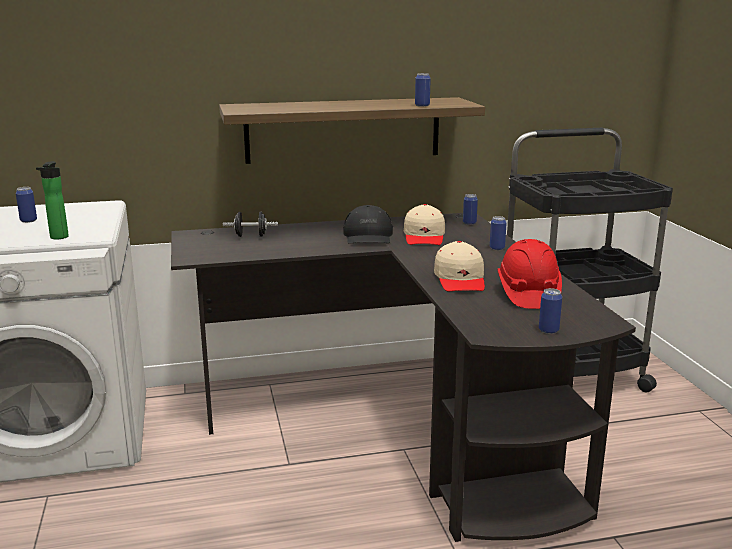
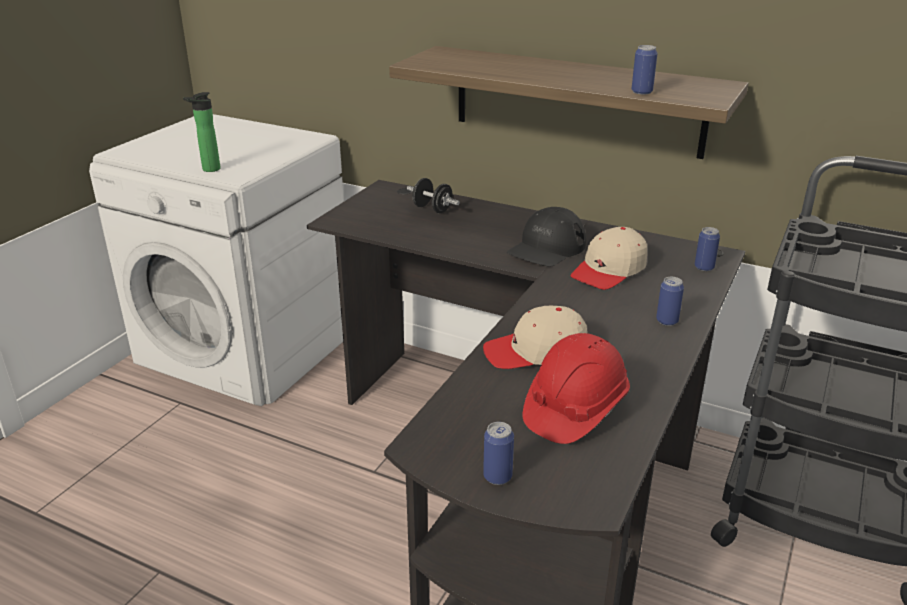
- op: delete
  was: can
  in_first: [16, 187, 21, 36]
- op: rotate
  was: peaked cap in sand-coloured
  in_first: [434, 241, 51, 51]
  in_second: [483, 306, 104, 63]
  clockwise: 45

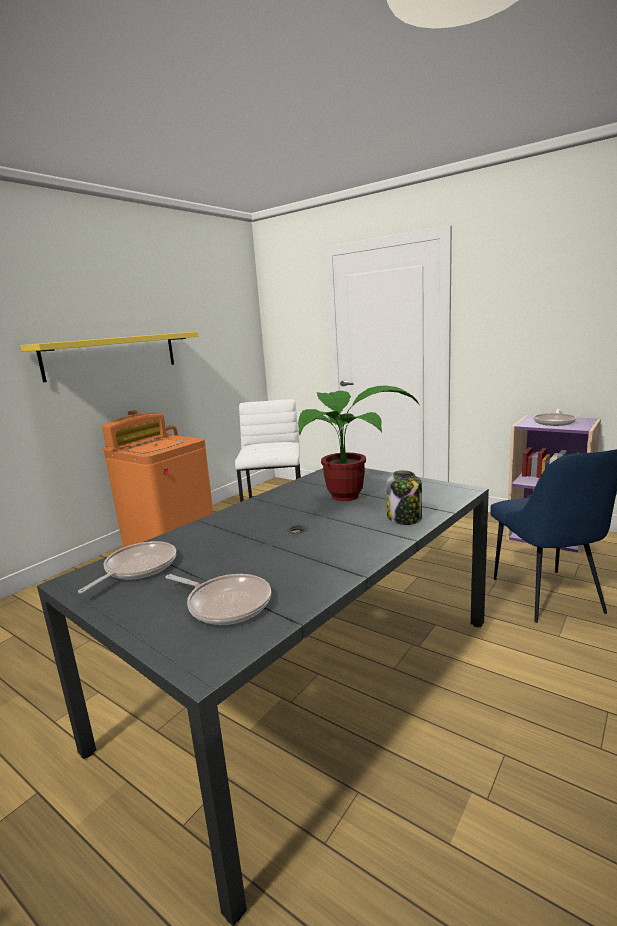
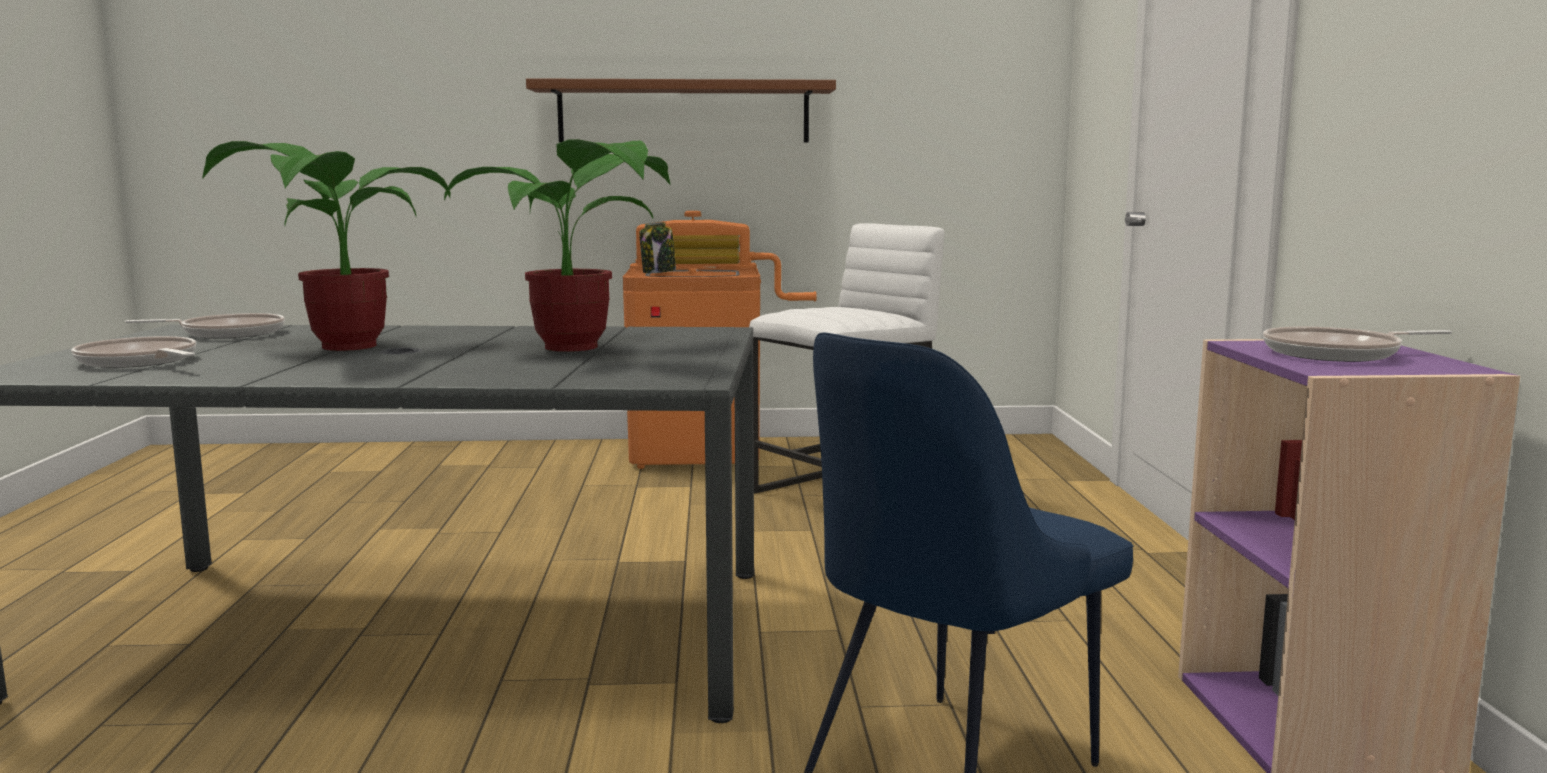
- op: insert
  now: potted plant
  in_second: [202, 141, 248, 210]
- op: move
  was: preserve jar
  in_first: [386, 470, 36, 55]
  in_second: [639, 222, 37, 51]
- op: recolor
  was: wall shelf in yellow
  now: wall shelf in brown-coloured
  in_first: [20, 332, 178, 50]
  in_second: [526, 78, 310, 65]
- op: rotate
  was: pan
  in_first: [165, 574, 106, 51]
  in_second: [71, 336, 125, 32]
  clockwise: 135

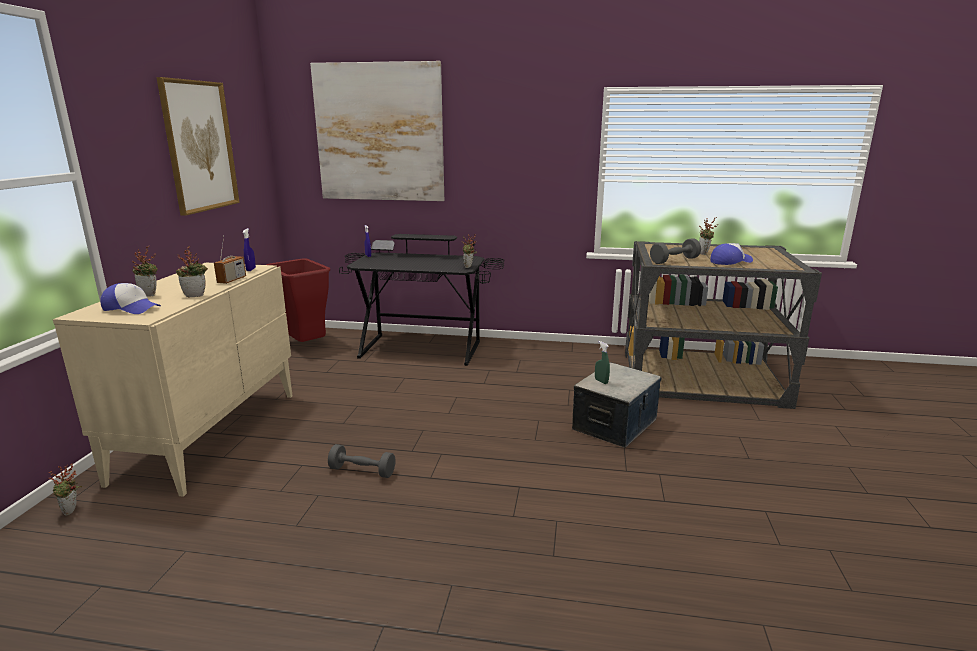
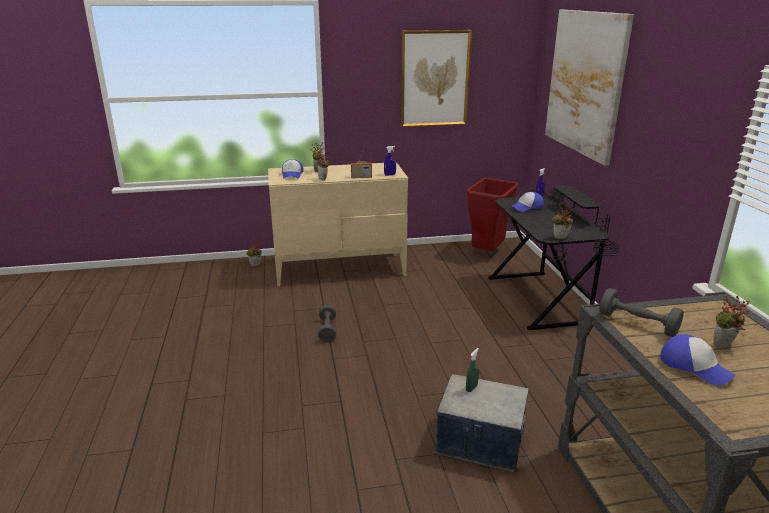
- op: insert
  now: peaked cap
  in_second: [510, 192, 34, 20]

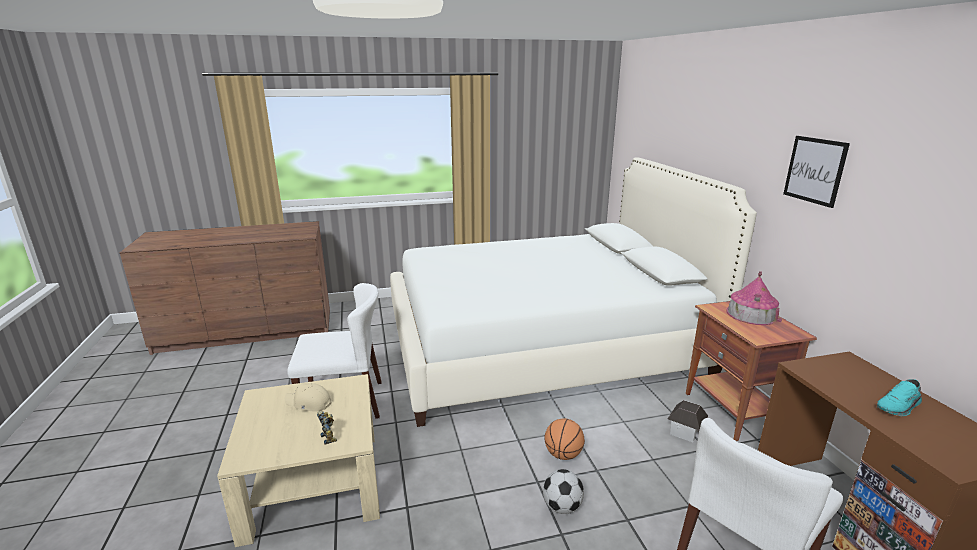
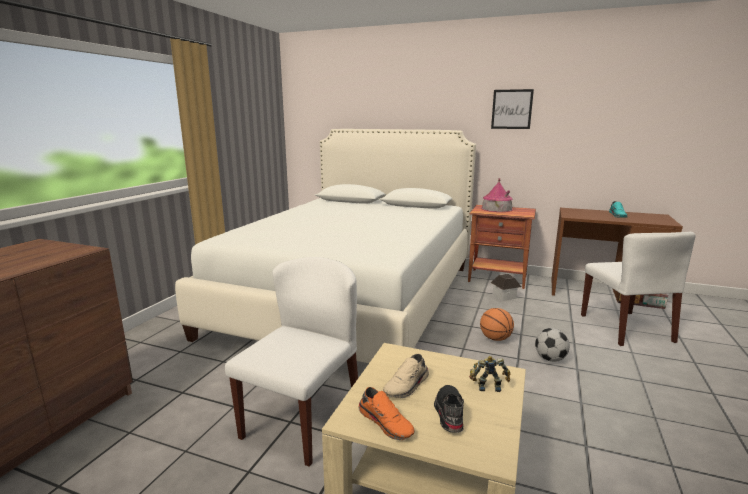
- op: insert
  now: shoe in orangey
  in_second: [359, 387, 56, 53]
- op: insert
  now: shoe in black
  in_second: [434, 385, 30, 48]
- op: replace
  was: peaked cap in sand-coloured
  now: shoe in sand-coloured
  in_first: [285, 383, 47, 29]
  in_second: [383, 354, 46, 44]

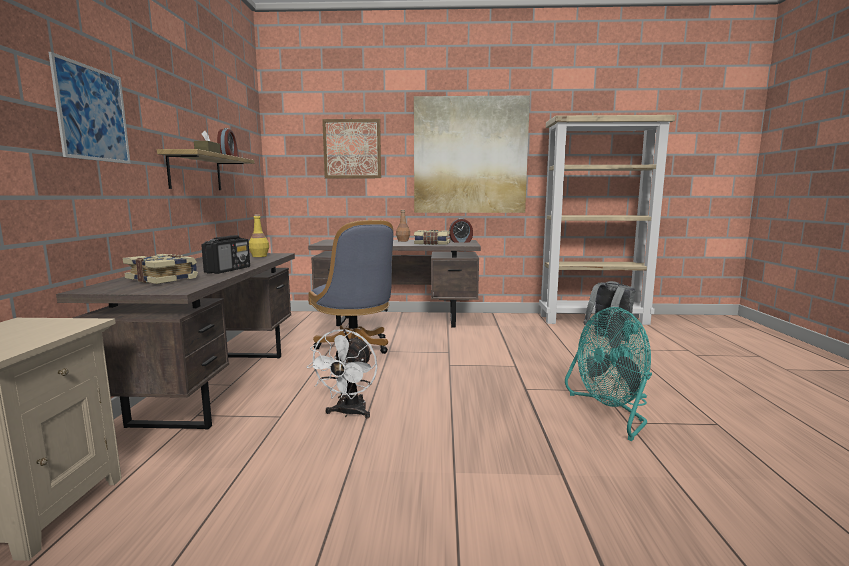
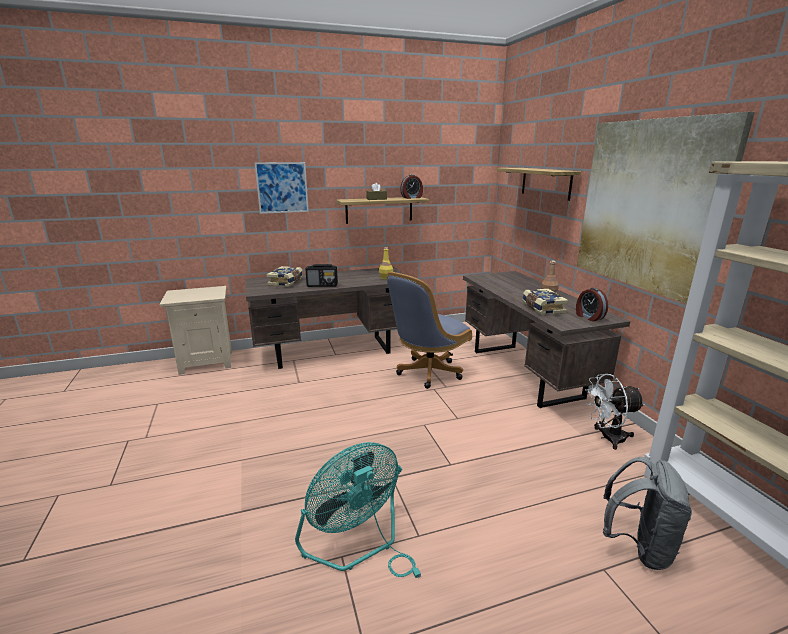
- op: move
  was: fan in whitish
  in_first: [307, 329, 71, 90]
  in_second: [585, 374, 60, 76]
- op: replace
  was: wall art
  now: wall shelf
  in_first: [322, 118, 59, 60]
  in_second: [497, 168, 84, 33]

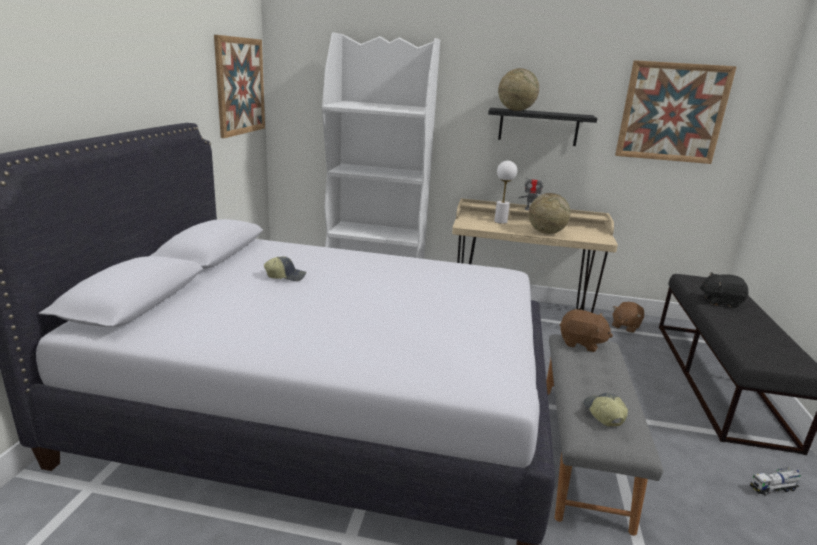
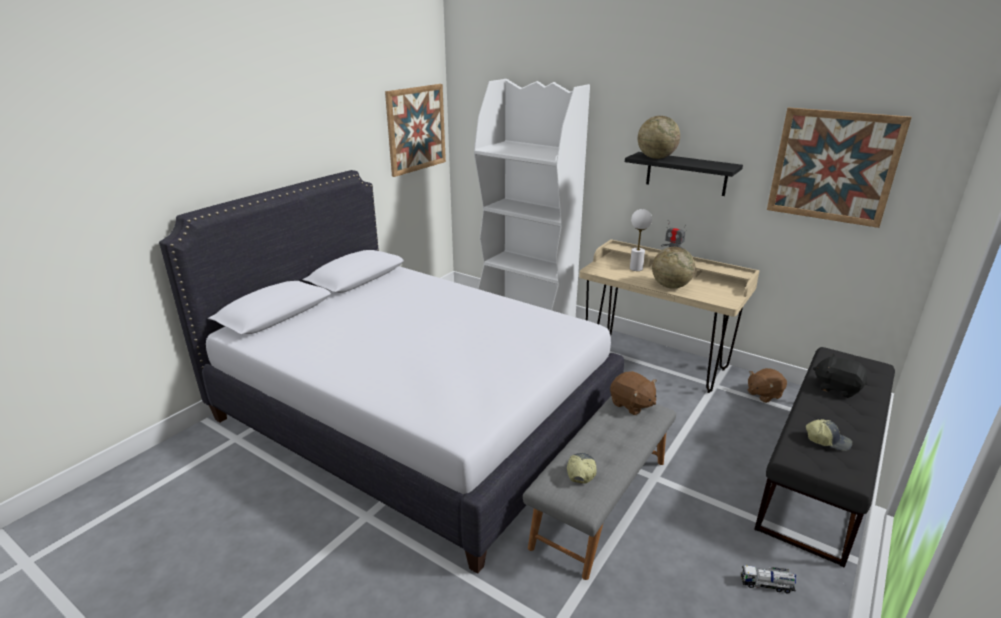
- op: move
  was: peaked cap
  in_first: [264, 256, 42, 25]
  in_second: [806, 419, 46, 32]

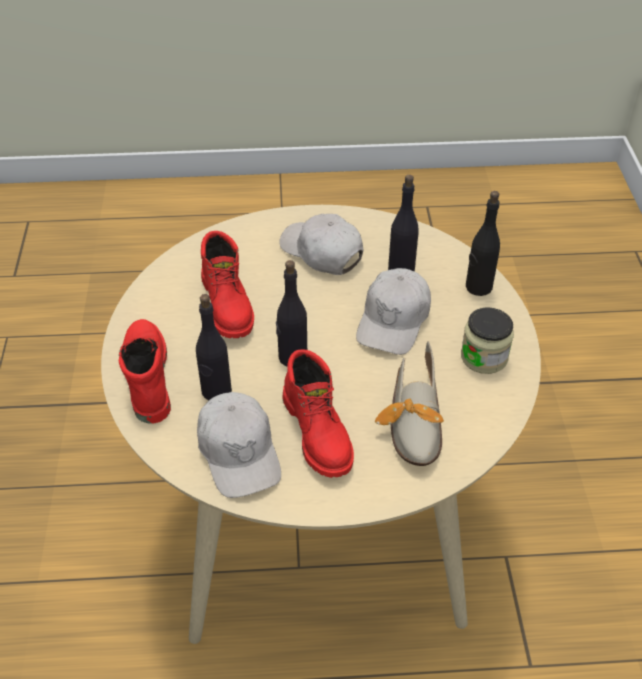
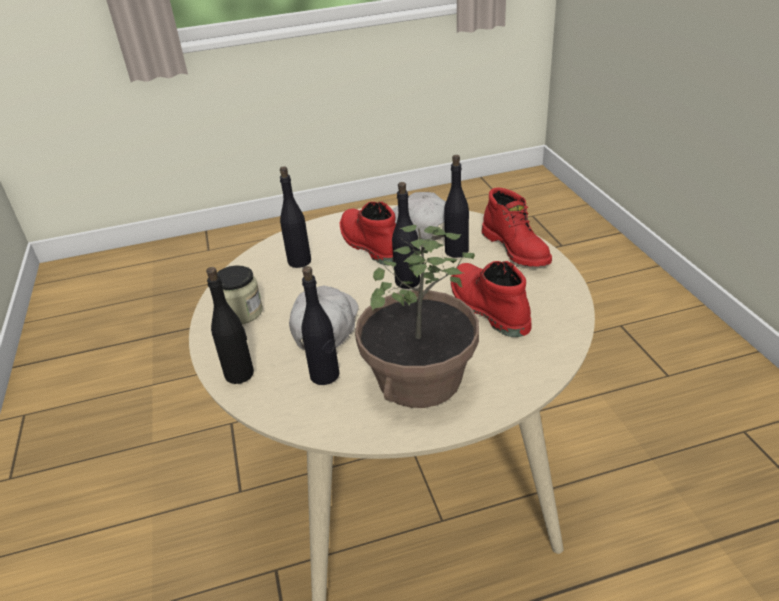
- op: replace
  was: peaked cap in whitish
  now: potted plant
  in_first: [279, 214, 85, 61]
  in_second: [355, 225, 124, 183]
- op: replace
  was: shoe
  now: drink bottle in black
  in_first: [375, 341, 69, 125]
  in_second: [280, 166, 31, 102]

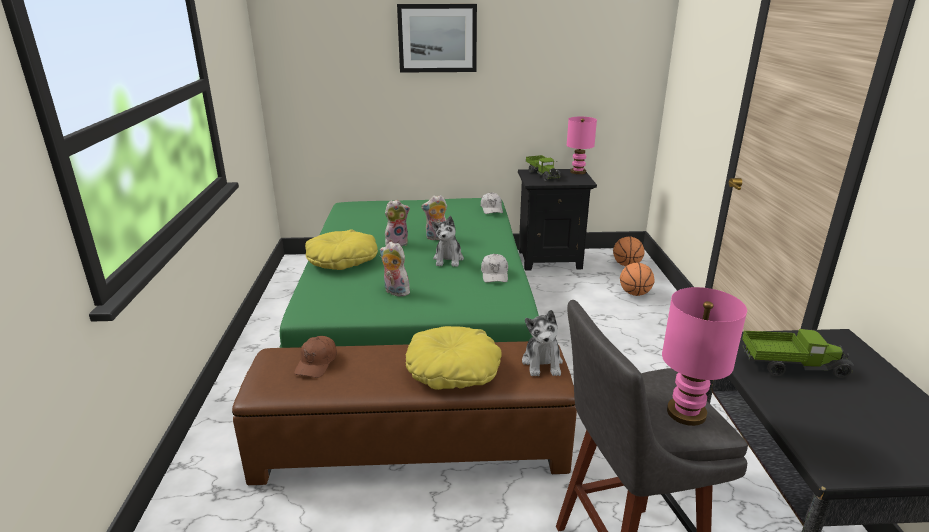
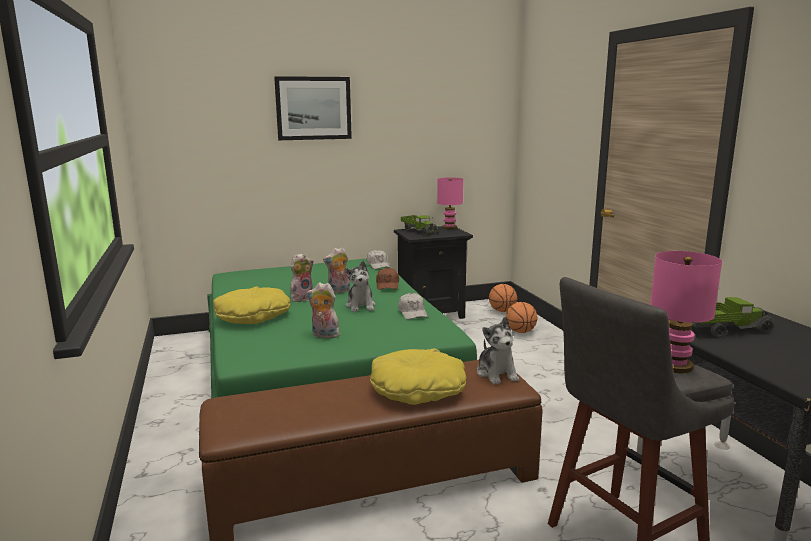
- op: move
  was: peaked cap in brown-coloured
  in_first: [294, 336, 43, 42]
  in_second: [376, 267, 23, 23]

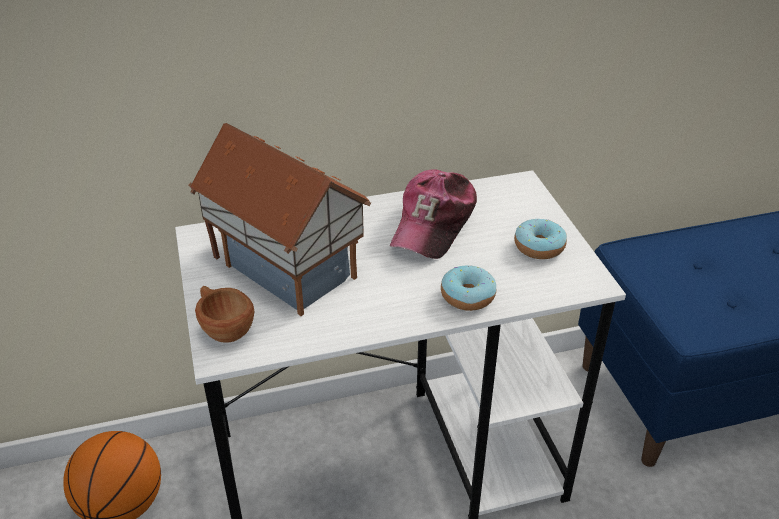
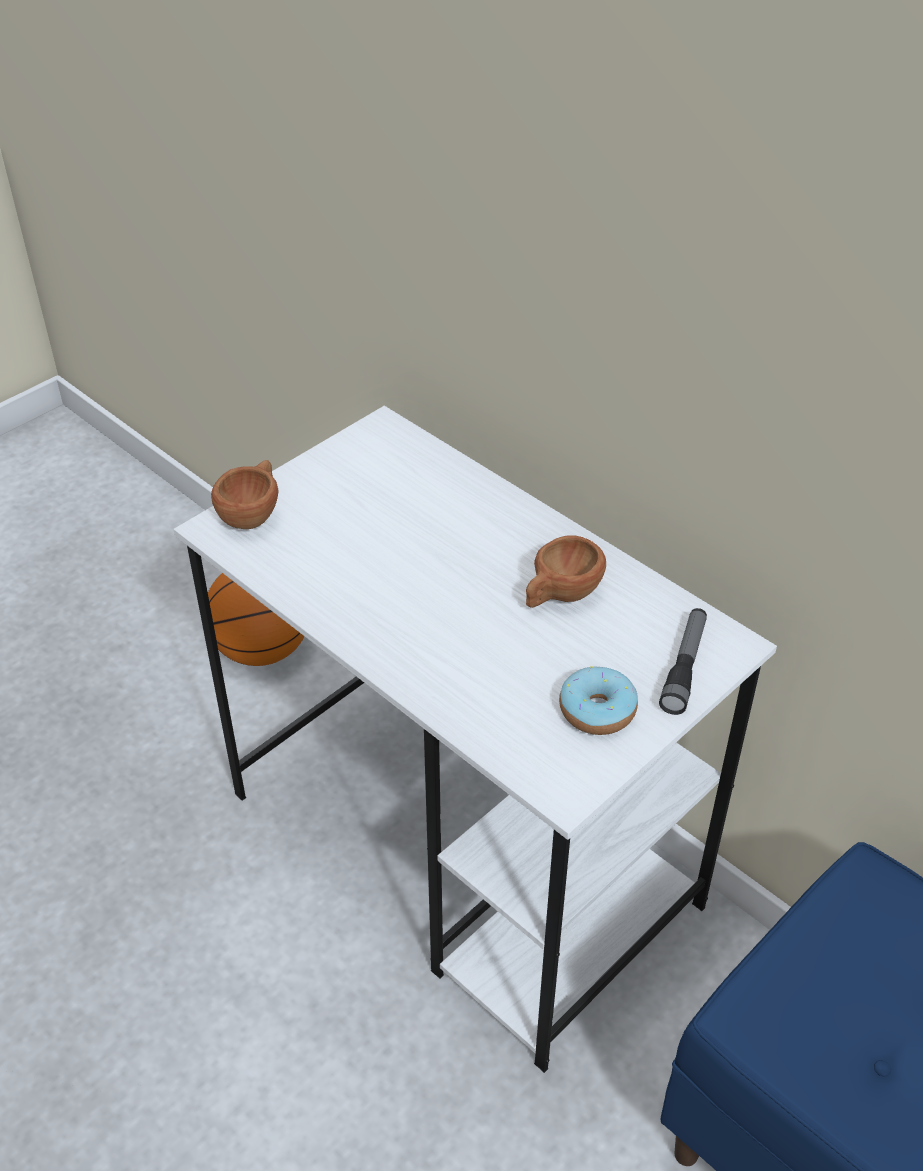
- op: delete
  was: model house
  in_first: [188, 123, 183, 193]
- op: delete
  was: donut
  in_first: [441, 265, 55, 46]
- op: insert
  now: torch
  in_second: [659, 608, 48, 107]
- op: replace
  was: peaked cap
  now: small cup in brown-coloured
  in_first: [390, 169, 87, 90]
  in_second: [526, 535, 80, 73]

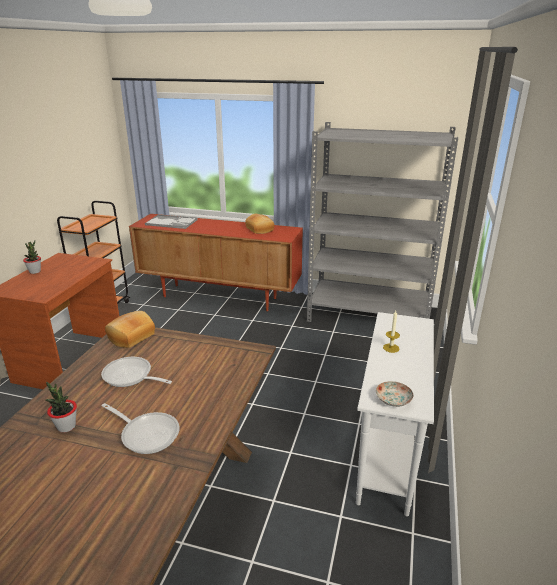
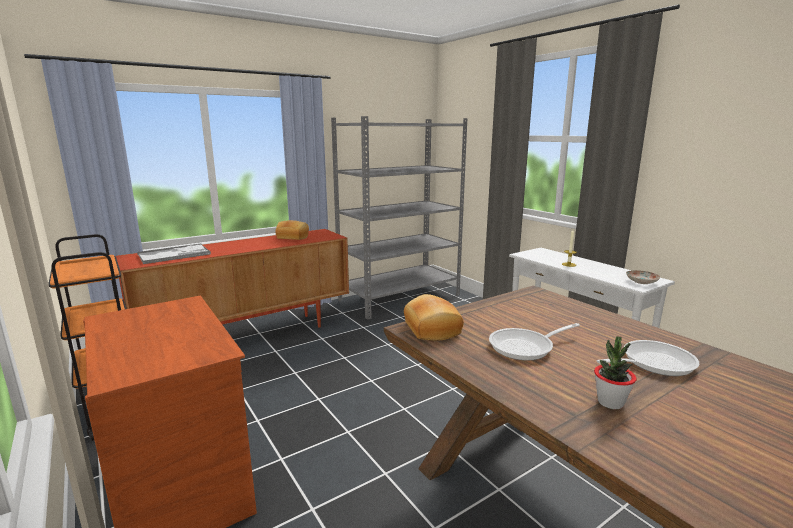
- op: delete
  was: potted plant
  in_first: [23, 240, 18, 34]

